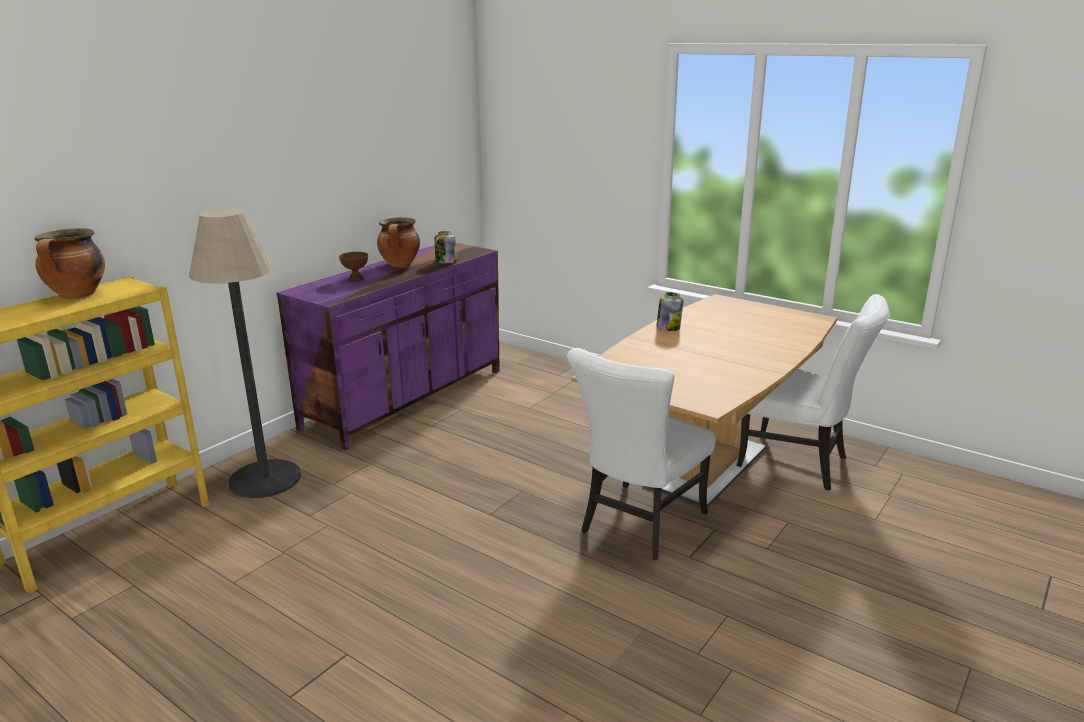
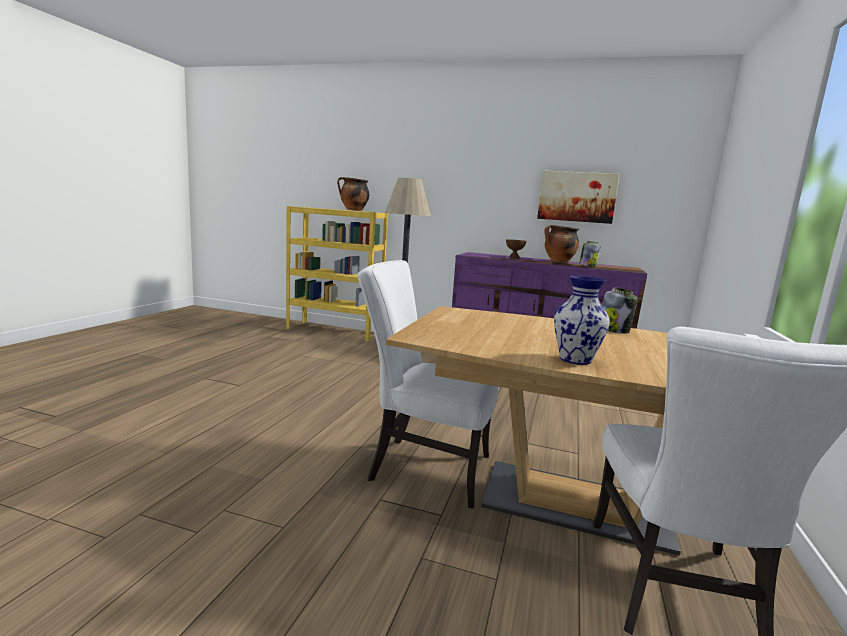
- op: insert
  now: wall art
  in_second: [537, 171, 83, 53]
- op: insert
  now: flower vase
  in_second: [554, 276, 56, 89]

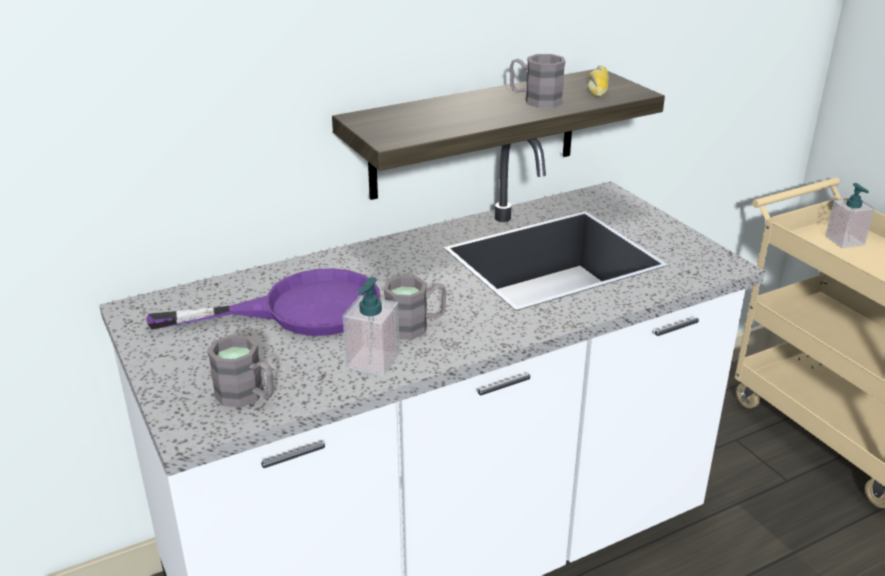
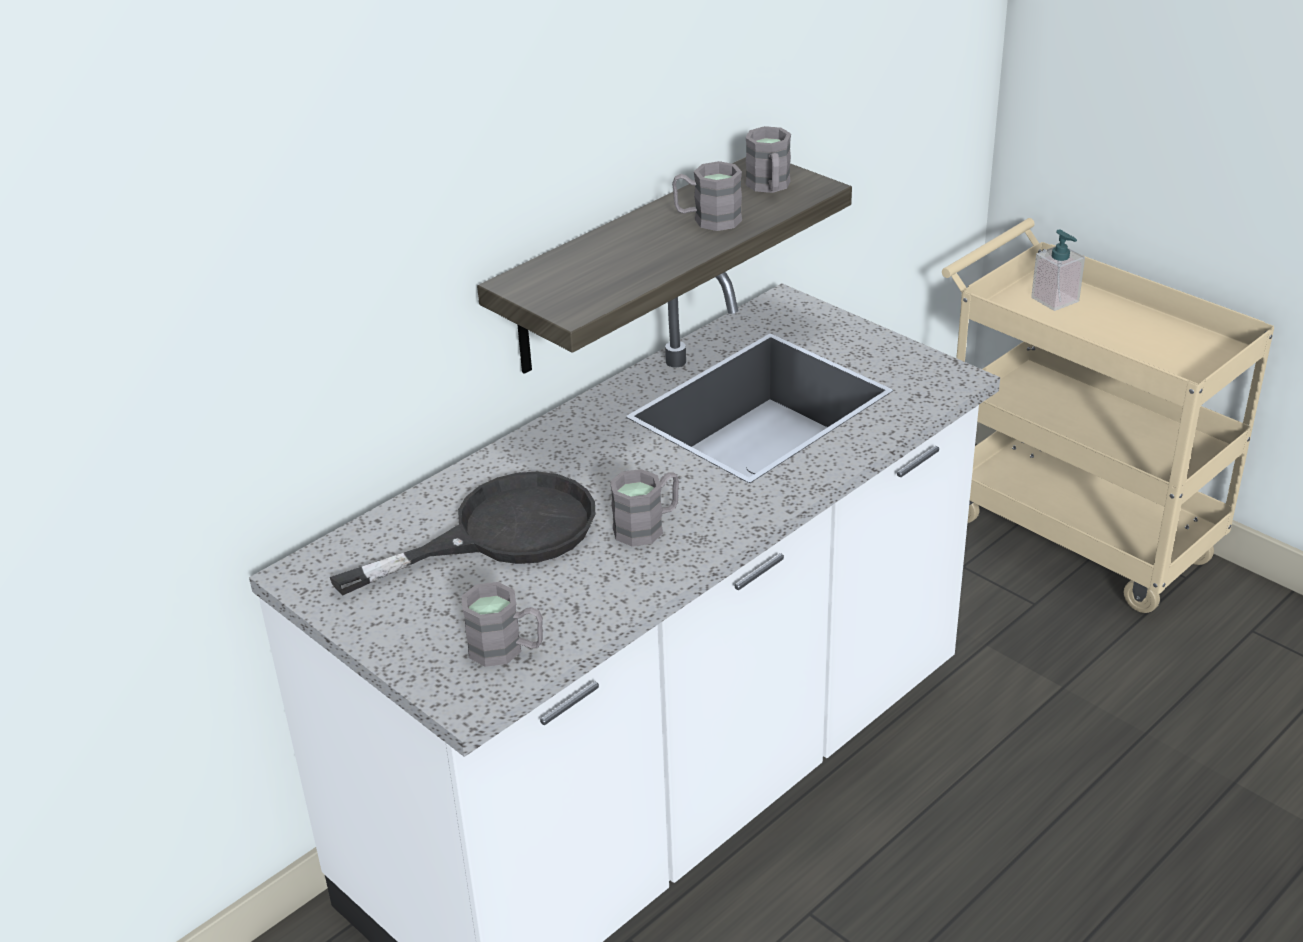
- op: delete
  was: liquid soap bottle
  in_first: [343, 277, 57, 99]
- op: replace
  was: baked bread
  now: mug in greyish
  in_first: [587, 65, 22, 32]
  in_second: [746, 126, 45, 67]
- op: recolor
  was: pan in purple-coloured
  now: pan in black
  in_first: [146, 268, 234, 68]
  in_second: [330, 472, 265, 123]

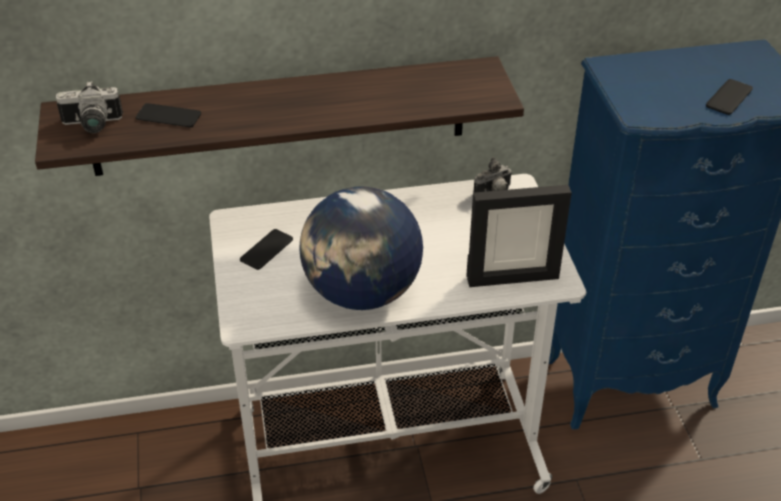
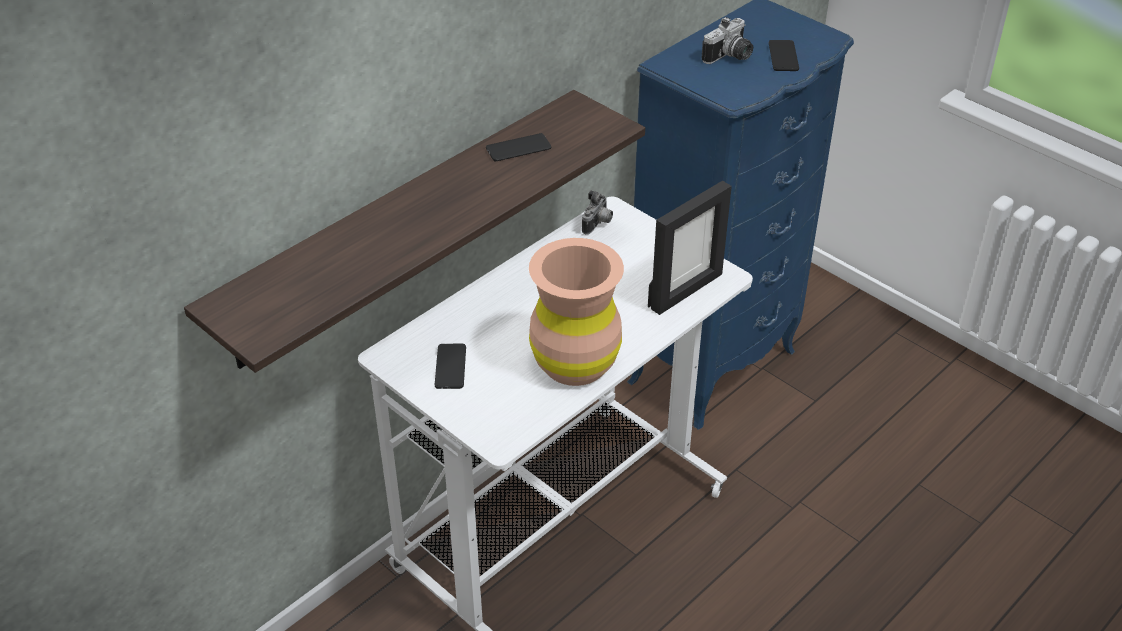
- op: move
  was: photo camera
  in_first: [56, 81, 67, 52]
  in_second: [702, 17, 51, 47]
- op: move
  was: telephone
  in_first: [136, 103, 65, 24]
  in_second: [486, 133, 65, 29]
- op: replace
  was: desk globe
  now: flower vase in brown-coloured
  in_first: [299, 186, 124, 124]
  in_second: [529, 238, 95, 148]

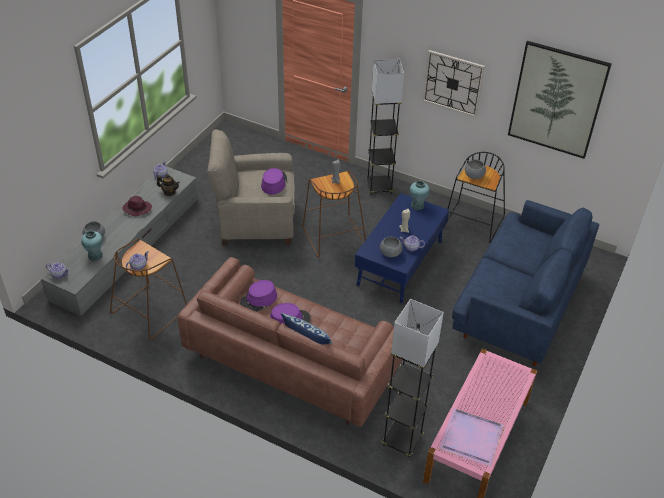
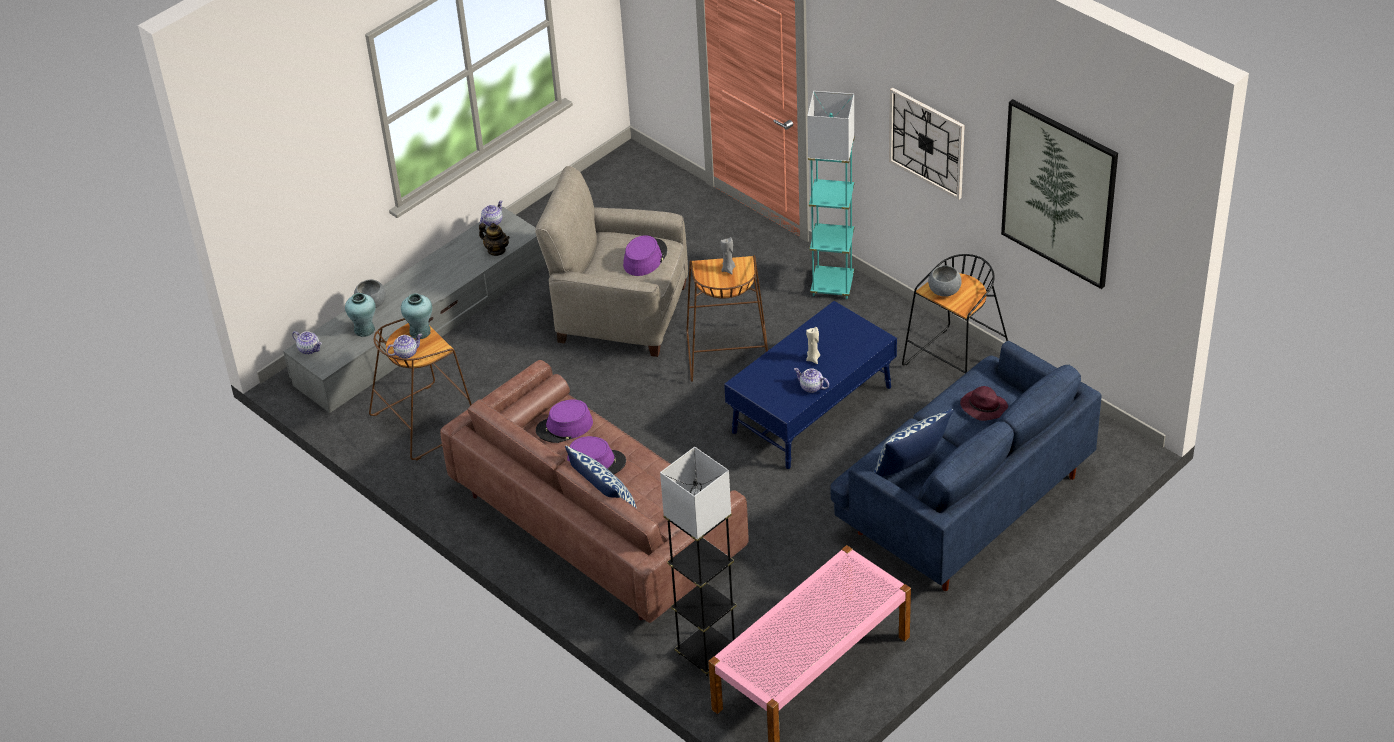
- op: delete
  was: bowl in greyish
  in_first: [380, 237, 22, 20]
- op: delete
  was: tray in purple-coloured
  in_first: [439, 408, 65, 59]
- op: insert
  now: pillow
  in_second: [873, 409, 81, 68]
- op: move
  was: hat in purple-coloured
  in_first: [123, 196, 29, 20]
  in_second: [960, 386, 48, 35]
- op: move
  was: flower vase in blue-green
  in_first: [410, 181, 20, 29]
  in_second: [401, 293, 31, 46]
- op: recolor
  was: standing lamp in greyish
  now: standing lamp in blue-green
  in_first: [366, 59, 38, 136]
  in_second: [807, 91, 47, 208]

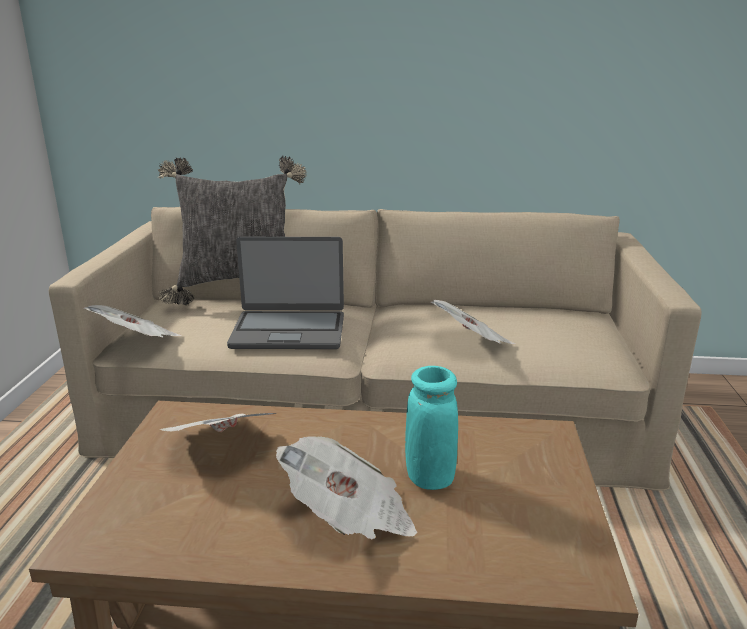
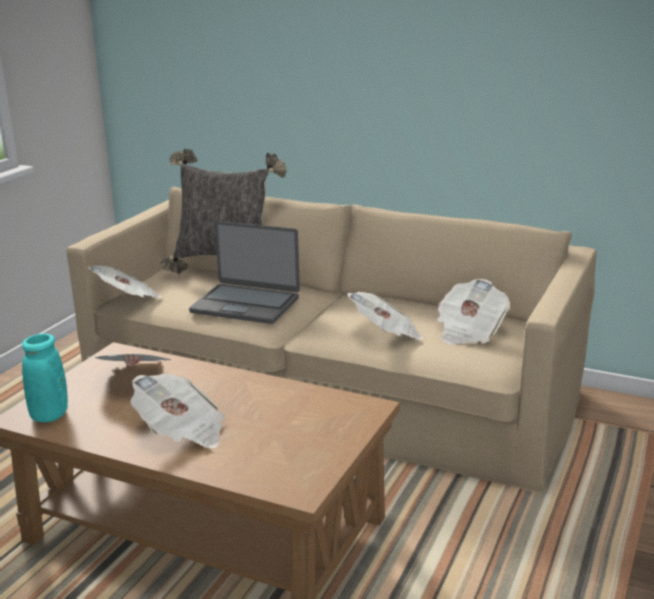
- op: insert
  now: newspaper
  in_second: [437, 279, 73, 65]
- op: move
  was: flower vase in blue-green
  in_first: [405, 366, 53, 124]
  in_second: [22, 333, 46, 89]

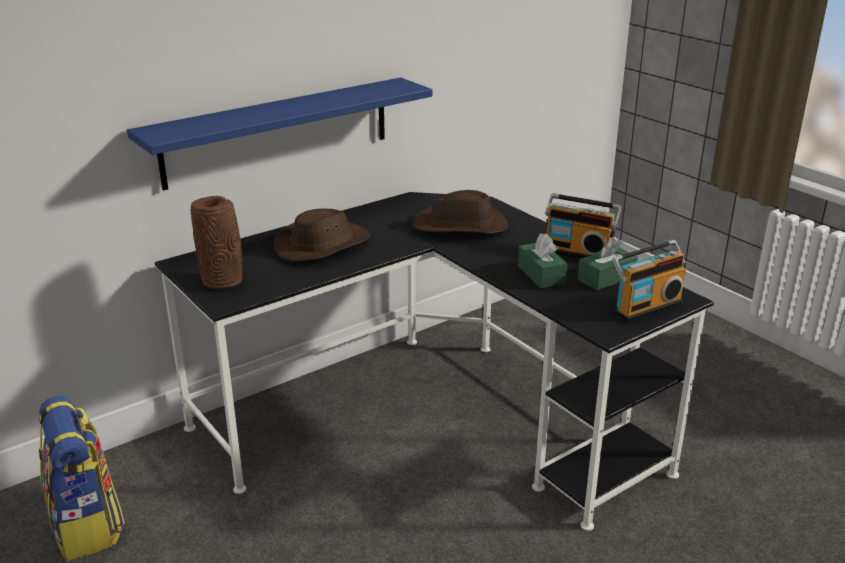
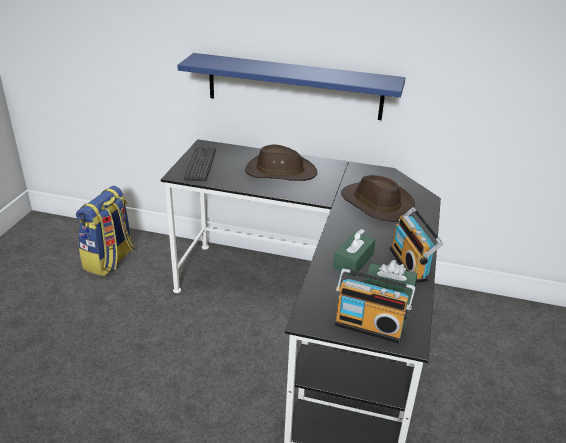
- op: replace
  was: flower vase in brown-coloured
  now: keyboard
  in_first: [191, 196, 51, 93]
  in_second: [184, 147, 32, 34]

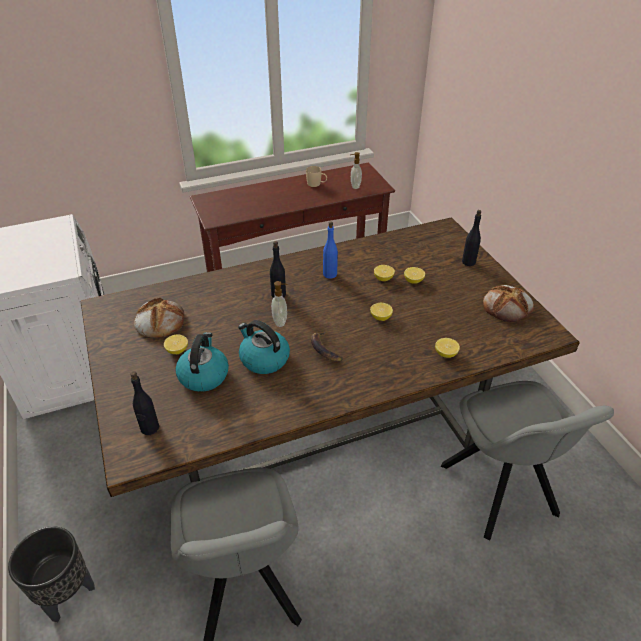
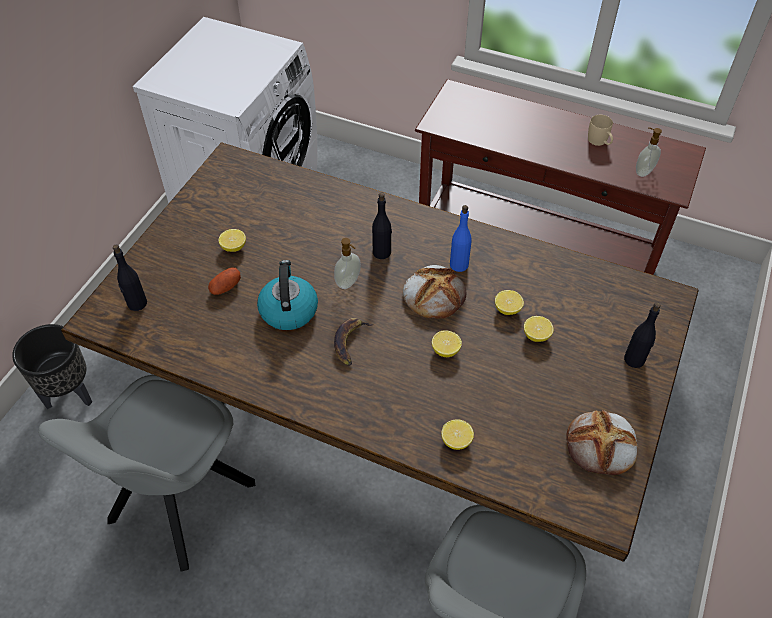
- op: move
  was: baked bread
  in_first: [134, 298, 50, 40]
  in_second: [403, 265, 63, 54]
- op: replace
  was: kettle
  now: potato
  in_first: [175, 332, 54, 60]
  in_second: [208, 267, 33, 28]

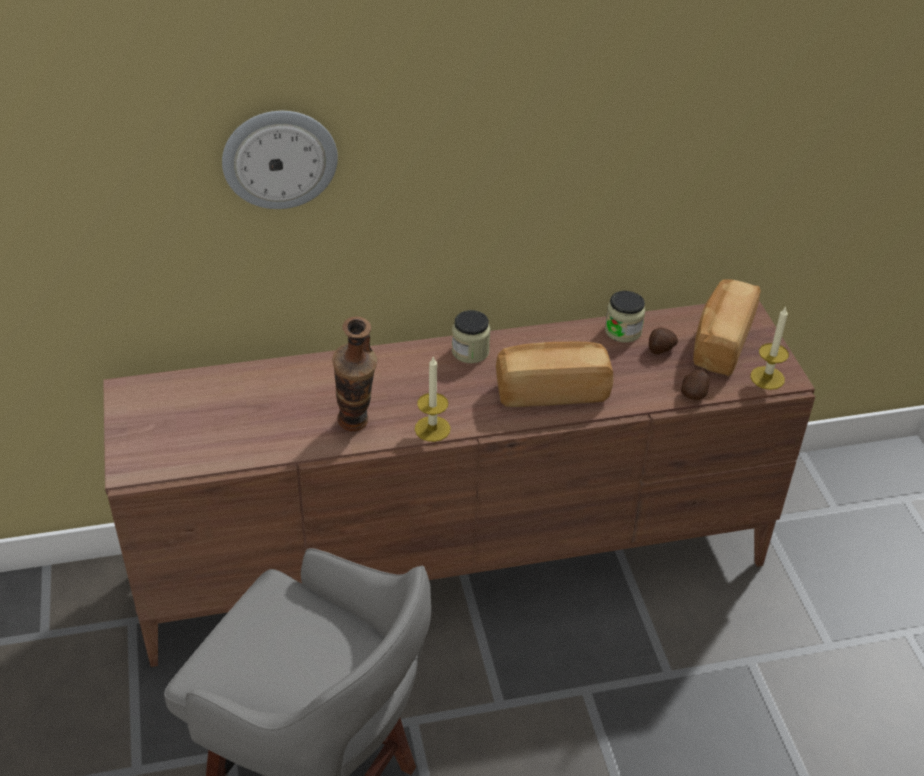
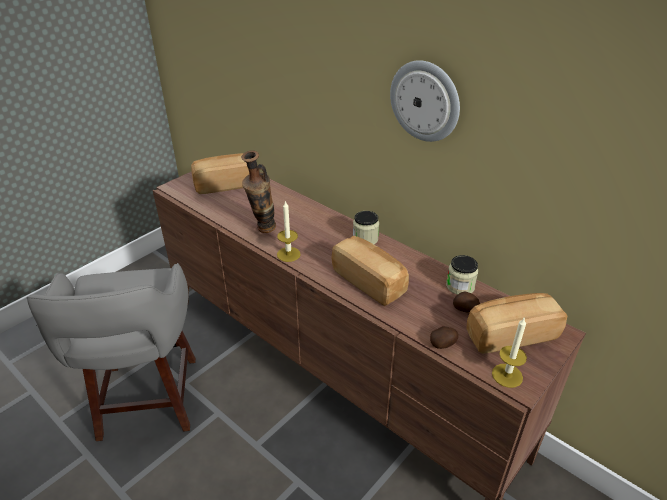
- op: insert
  now: baked bread
  in_second: [191, 153, 67, 41]
- op: move
  was: wall clock
  in_first: [222, 111, 116, 98]
  in_second: [390, 60, 70, 82]

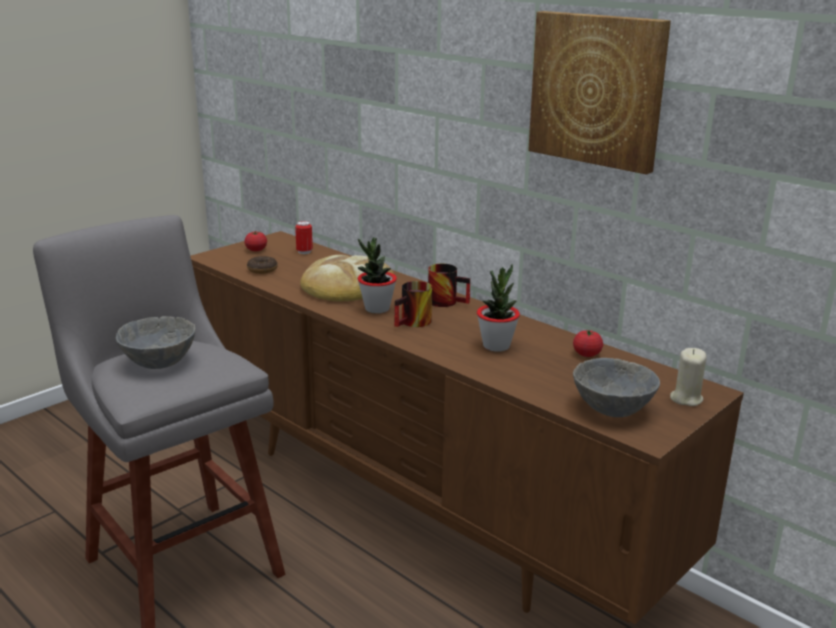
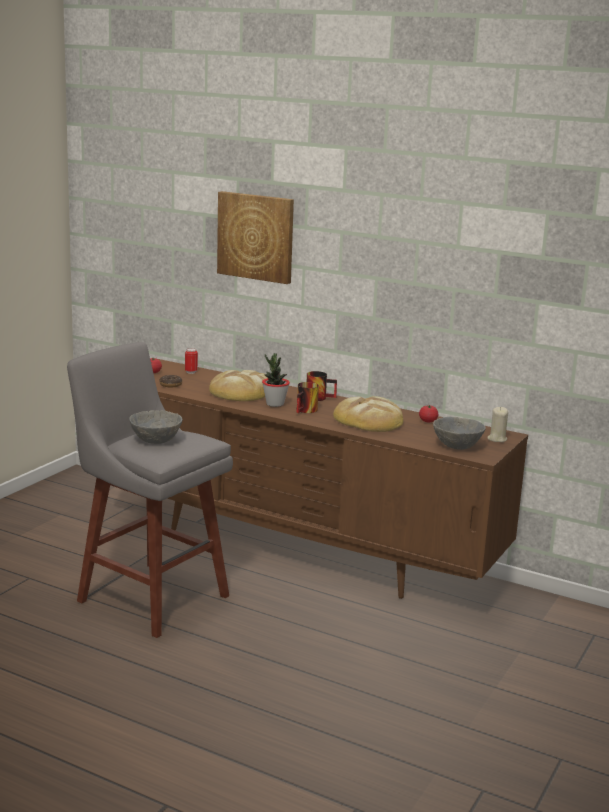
- op: move
  was: wall art
  in_first: [528, 11, 143, 164]
  in_second: [217, 191, 77, 93]
- op: replace
  was: potted plant
  now: baked bread
  in_first: [477, 264, 43, 88]
  in_second: [333, 396, 70, 36]

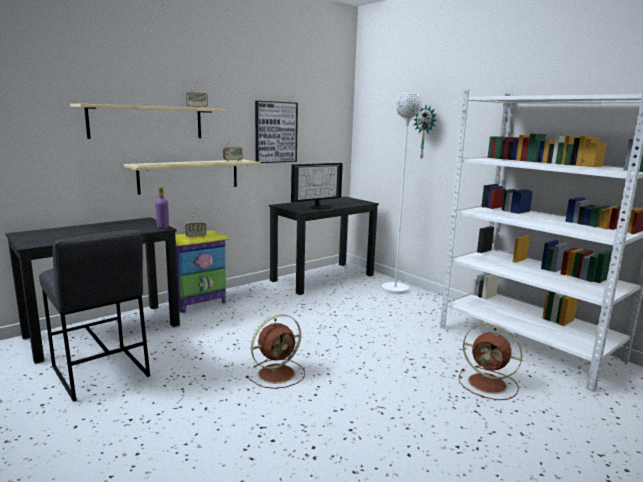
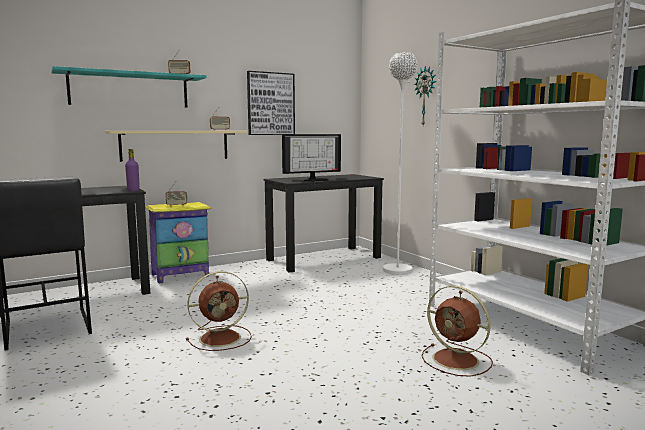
- op: recolor
  was: wall shelf in sand-coloured
  now: wall shelf in blue-green
  in_first: [70, 104, 155, 35]
  in_second: [51, 66, 156, 42]

